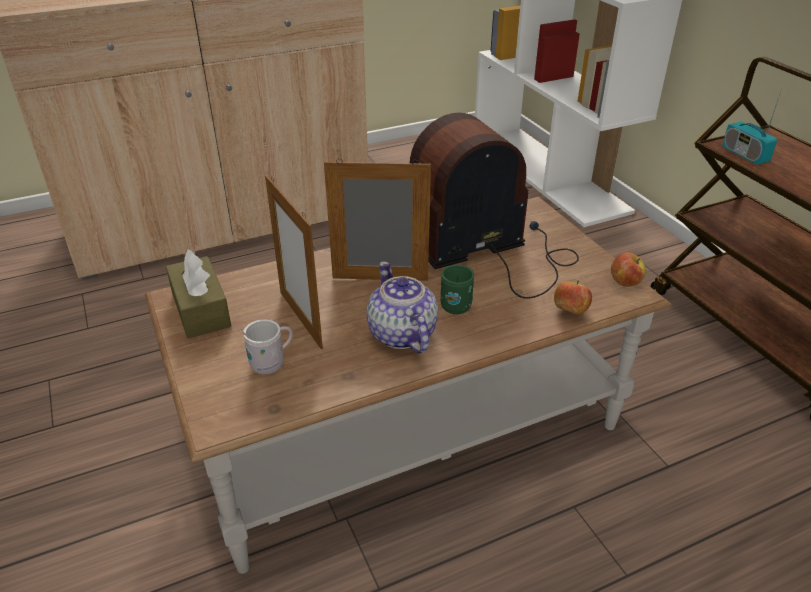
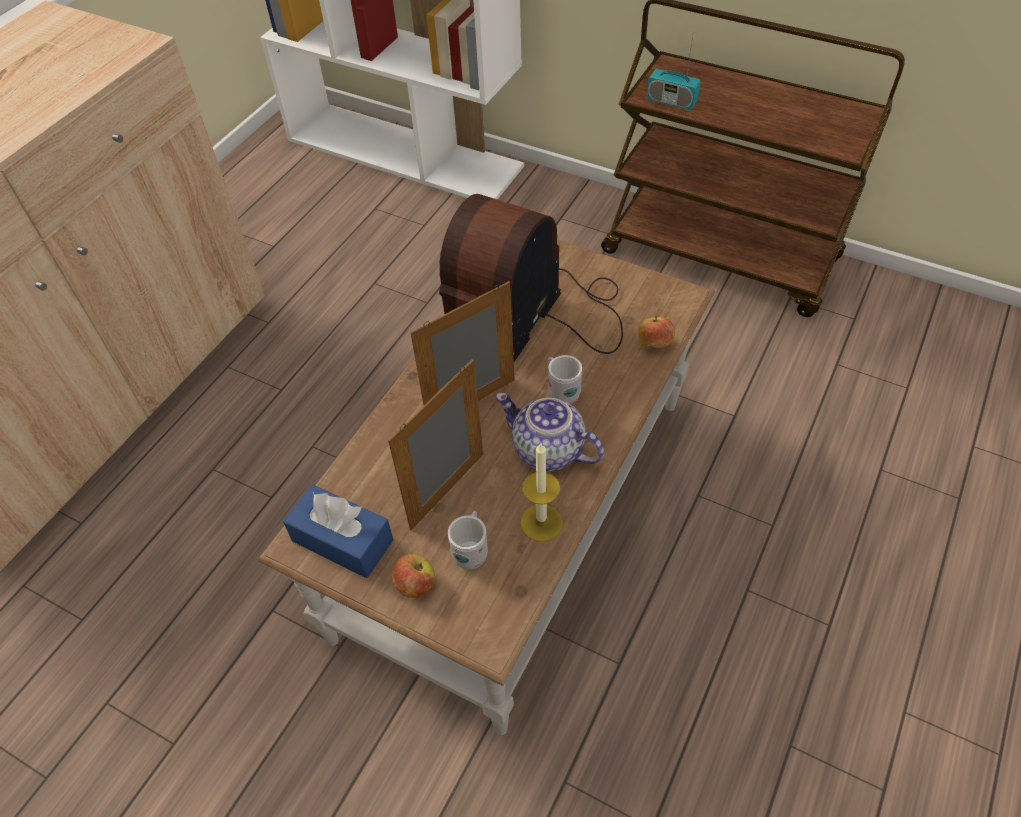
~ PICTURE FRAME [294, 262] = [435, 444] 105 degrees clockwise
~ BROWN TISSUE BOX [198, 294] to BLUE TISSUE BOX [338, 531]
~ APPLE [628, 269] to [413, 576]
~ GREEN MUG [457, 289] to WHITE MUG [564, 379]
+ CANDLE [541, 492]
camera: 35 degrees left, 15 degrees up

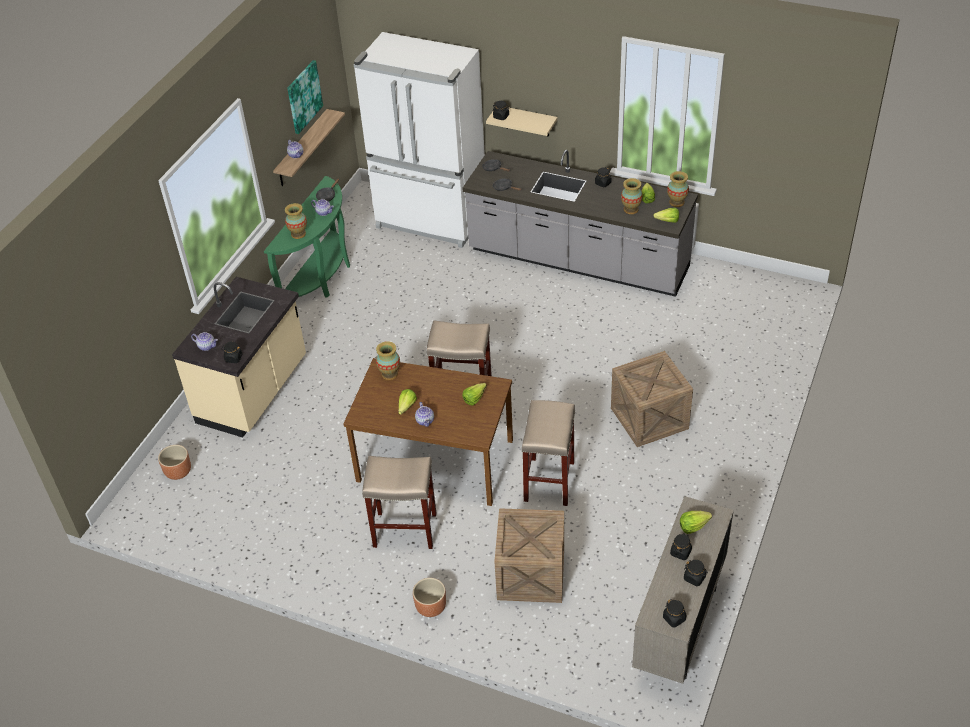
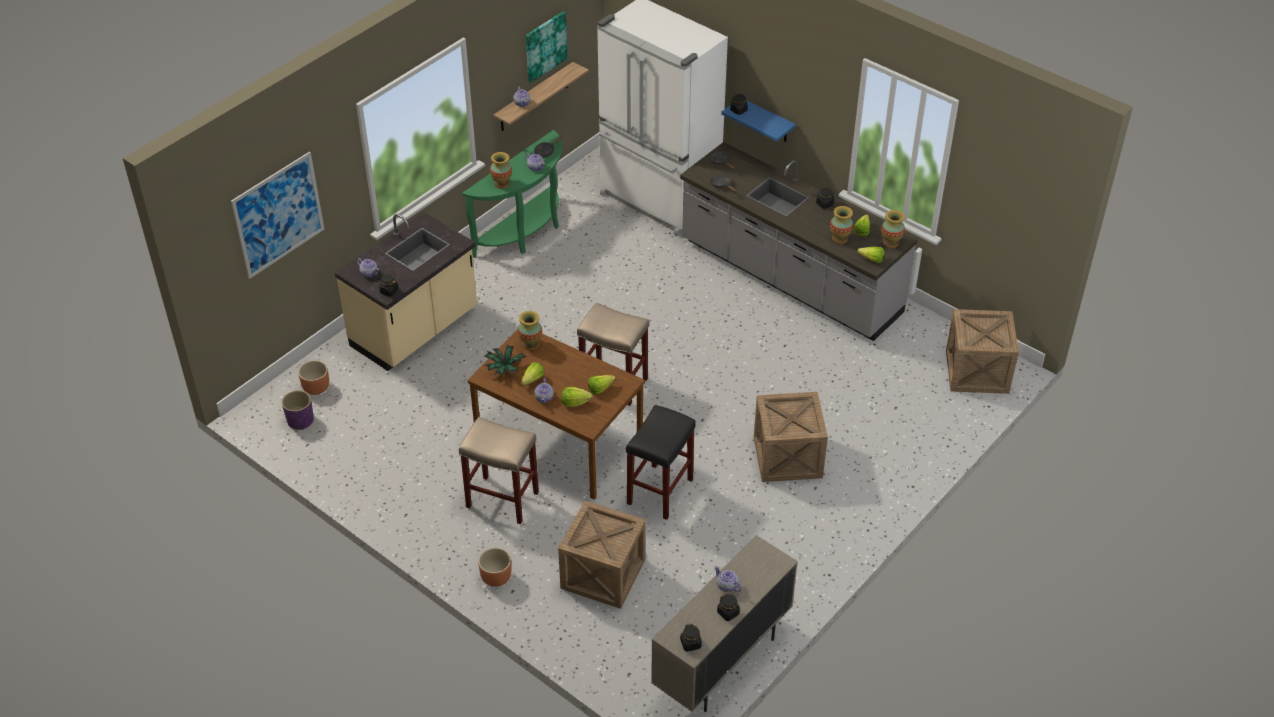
~ BEIGE SHELF [521, 122] to BLUE SHELF [758, 121]
~ BEIGE STOOL [548, 453] to BLACK STOOL [661, 462]
~ LETTUCE [696, 522] to [577, 397]
~ BLACK JAR [681, 547] to TEAPOT [728, 579]
+ PICTURE [277, 215]
+ CRATE [982, 351]
+ POTTED PLANT [505, 360]
+ PURPLE PLANTER [298, 410]
camera: 15 degrees right, 0 degrees up

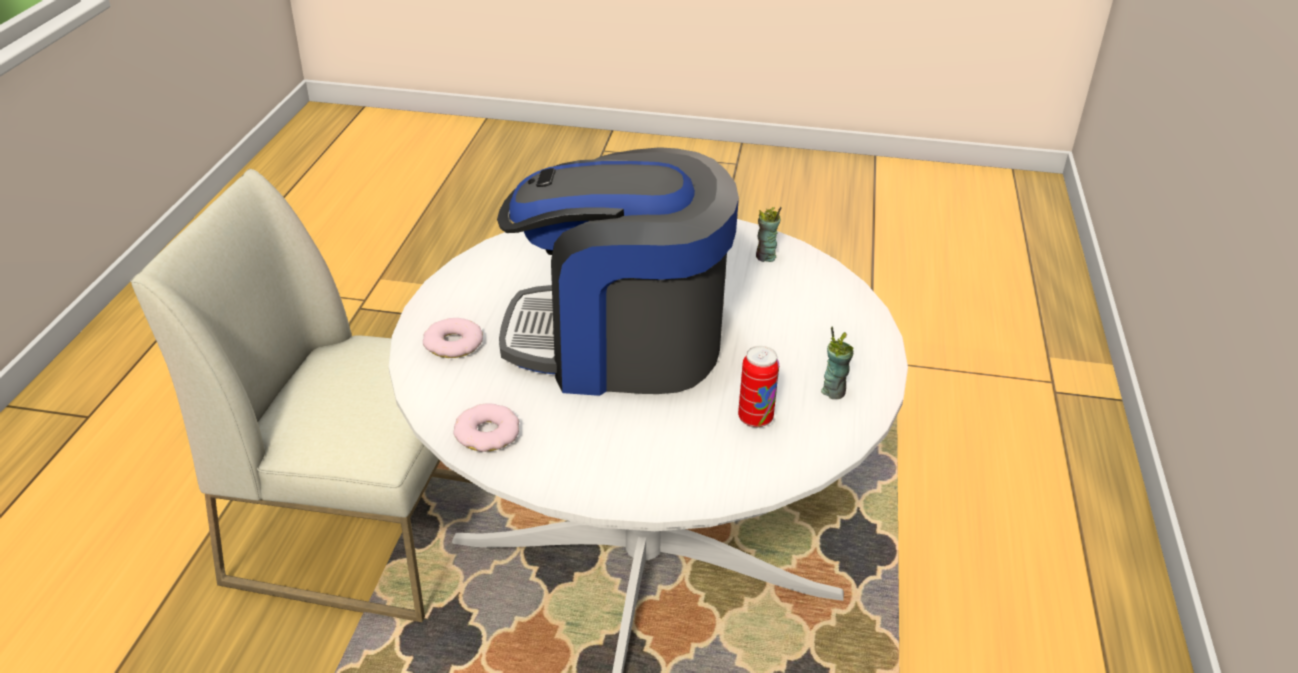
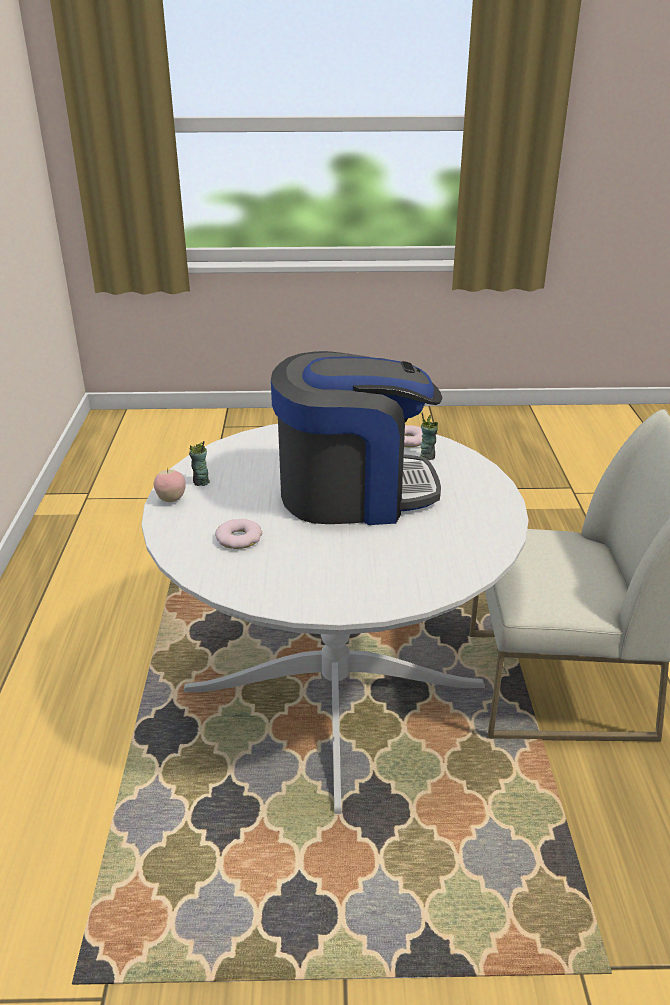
~ CUP [769, 234] to [429, 436]
~ DONUT [453, 338] to [238, 534]
- CAN [758, 387]
+ APPLE [170, 484]
camera: 170 degrees right, 5 degrees down

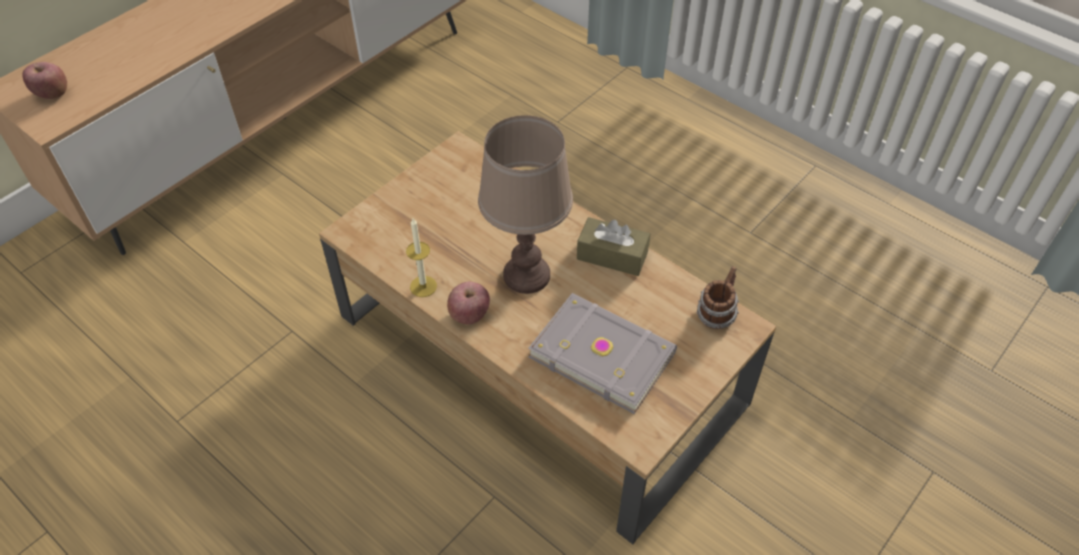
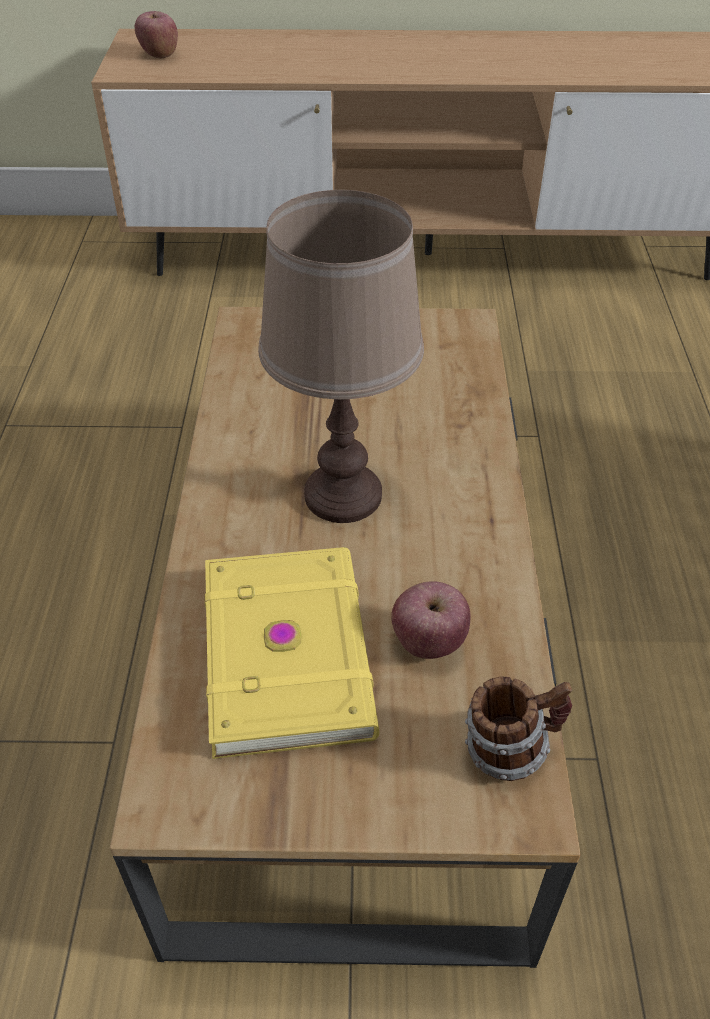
- BROWN TISSUE BOX [613, 246]
- CANDLE [421, 257]
~ APPLE [468, 303] to [430, 620]
~ GREY BOOK [602, 353] to YELLOW BOOK [292, 653]
camera: 50 degrees right, 5 degrees down

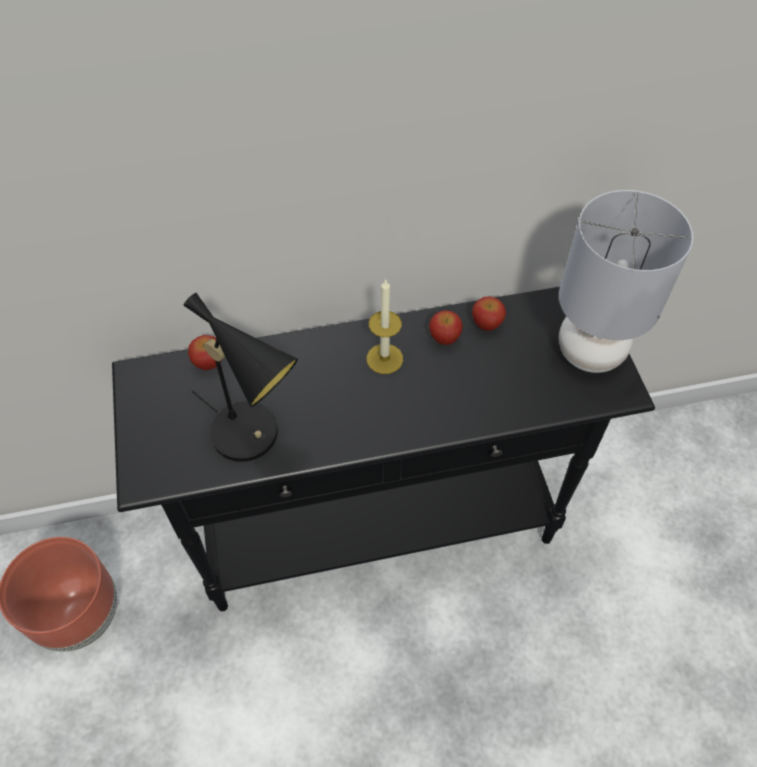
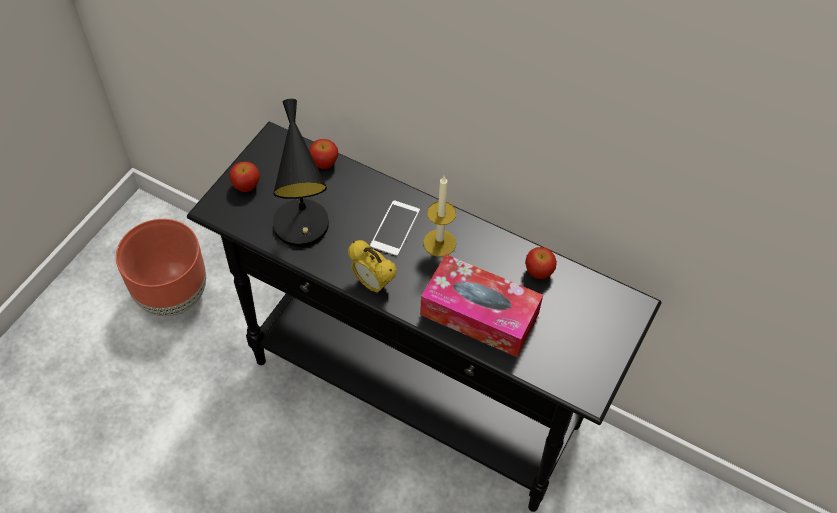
- GREY TABLE LAMP [626, 281]
~ APPLE [446, 327] to [244, 177]
+ PHONE [395, 228]
+ ALARM CLOCK [372, 267]
+ TISSUE BOX [481, 305]
camera: 40 degrees right, 0 degrees up

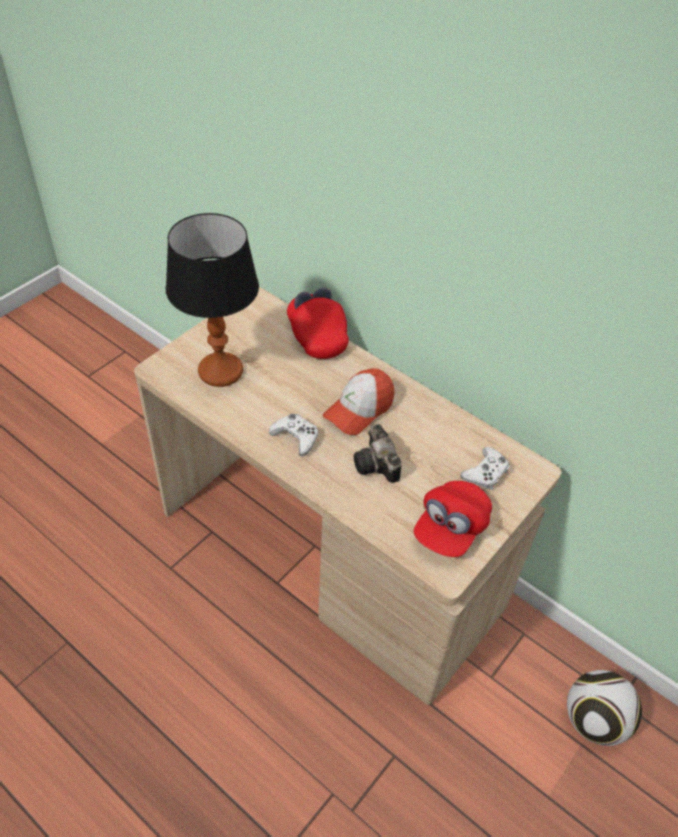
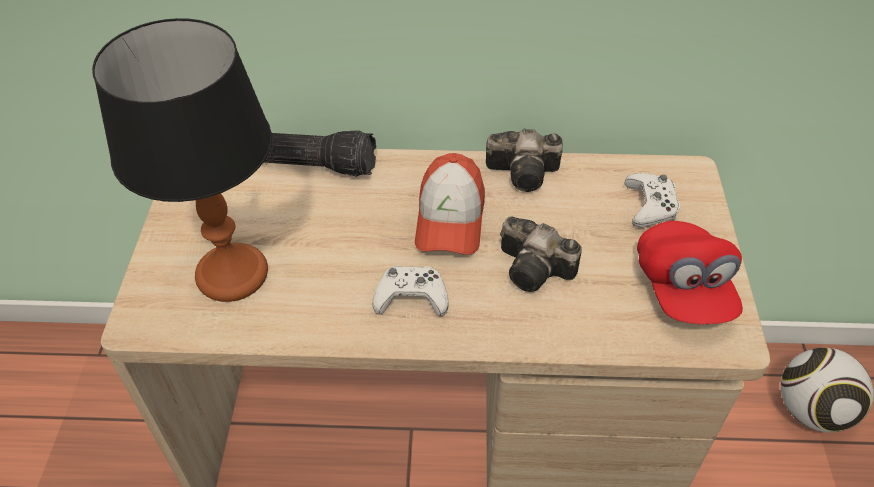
~ RED CAP [318, 323] to FLASHLIGHT [320, 153]
+ PHOTO CAMERA [524, 160]
camera: 35 degrees left, 0 degrees up

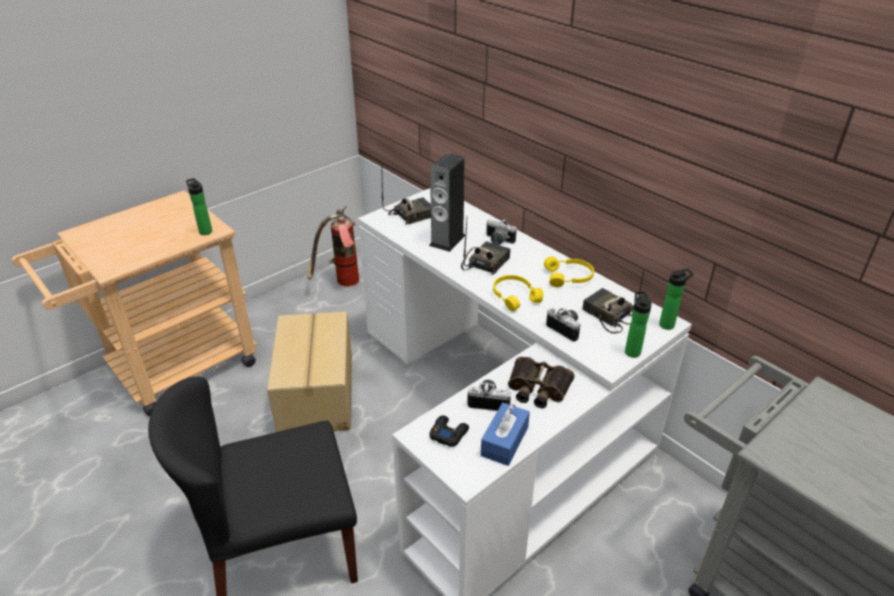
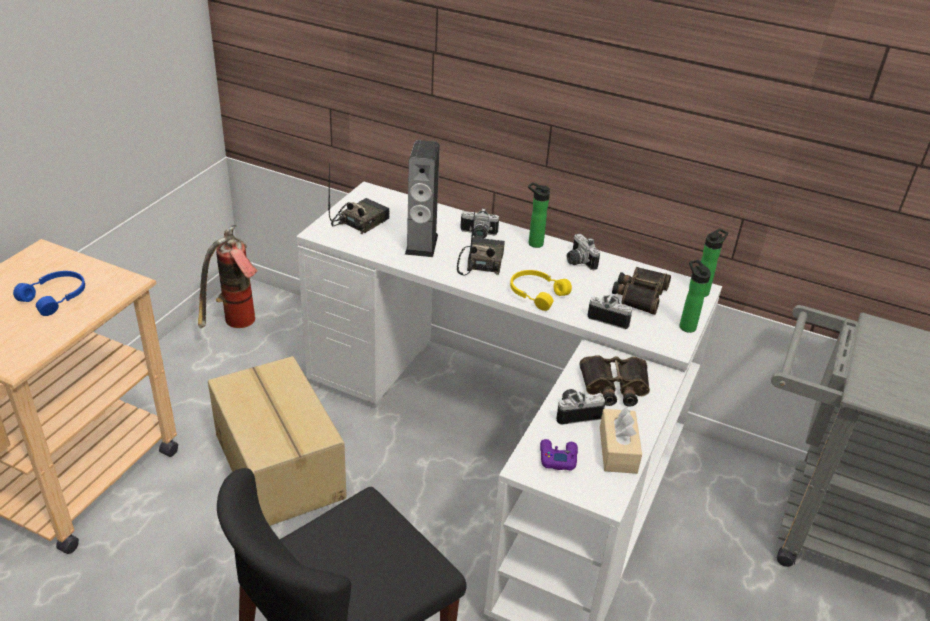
~ BOTTLE [199, 206] to [539, 215]
~ YELLOW HEADPHONES [569, 271] to PHOTO CAMERA [583, 252]
~ RADIO [613, 302] to BINOCULARS [641, 291]
~ BLUE TISSUE BOX [505, 434] to BEIGE TISSUE BOX [621, 440]
~ BLACK GAME CONTROLLER [449, 431] to PURPLE GAME CONTROLLER [559, 455]
+ BLUE HEADPHONES [49, 293]
camera: 25 degrees left, 0 degrees up

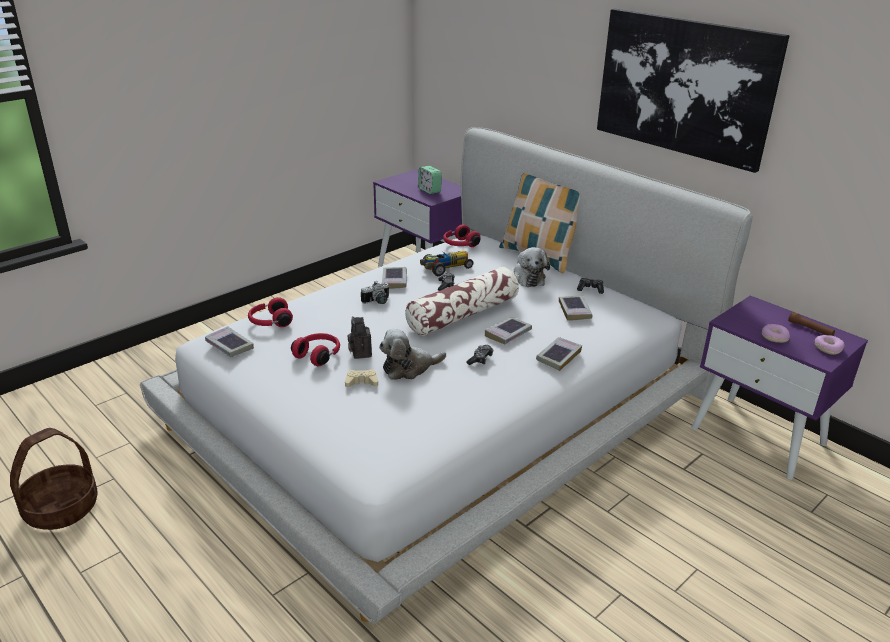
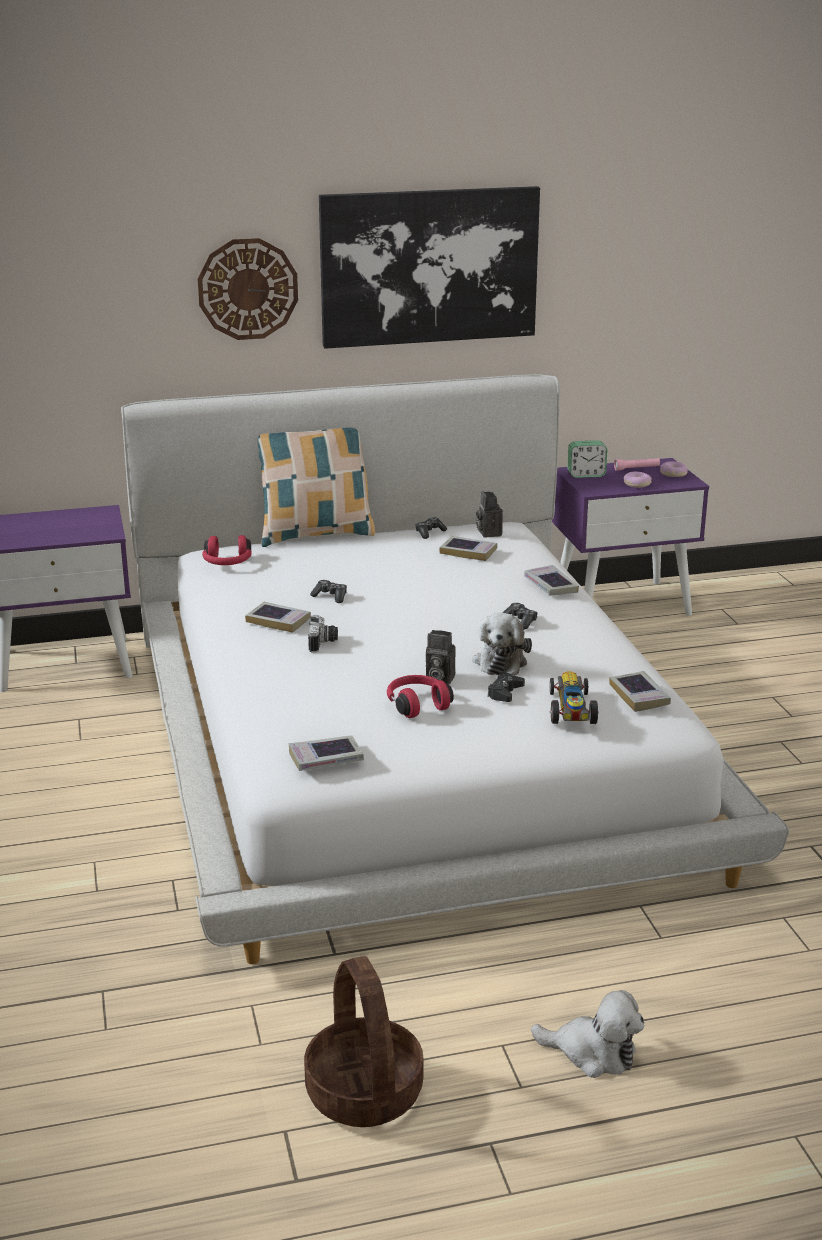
~ ALARM CLOCK [430, 180] to [587, 459]
~ PLUSH TOY [532, 267] to [587, 1034]
~ TOY CAR [446, 263] to [574, 697]
- PILLOW [462, 301]
- RED HEADPHONES [270, 312]
~ BROWN FLASHLIGHT [811, 324] to PINK FLASHLIGHT [637, 464]
~ BOOK [508, 330] to [640, 691]
~ BEIGE GAME CONTROLLER [361, 378] to BLACK GAME CONTROLLER [506, 687]
+ WALL CLOCK [248, 289]
+ PHOTO CAMERA [489, 514]
camera: 60 degrees left, 5 degrees down

